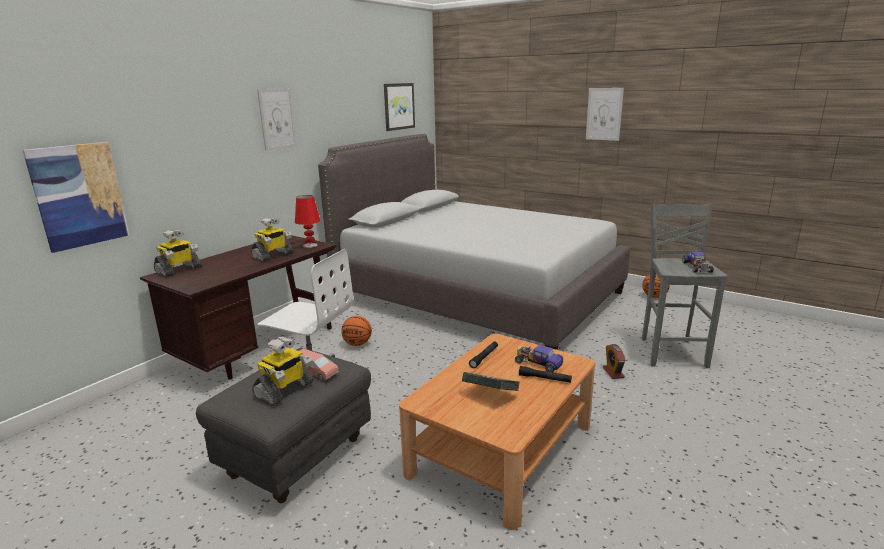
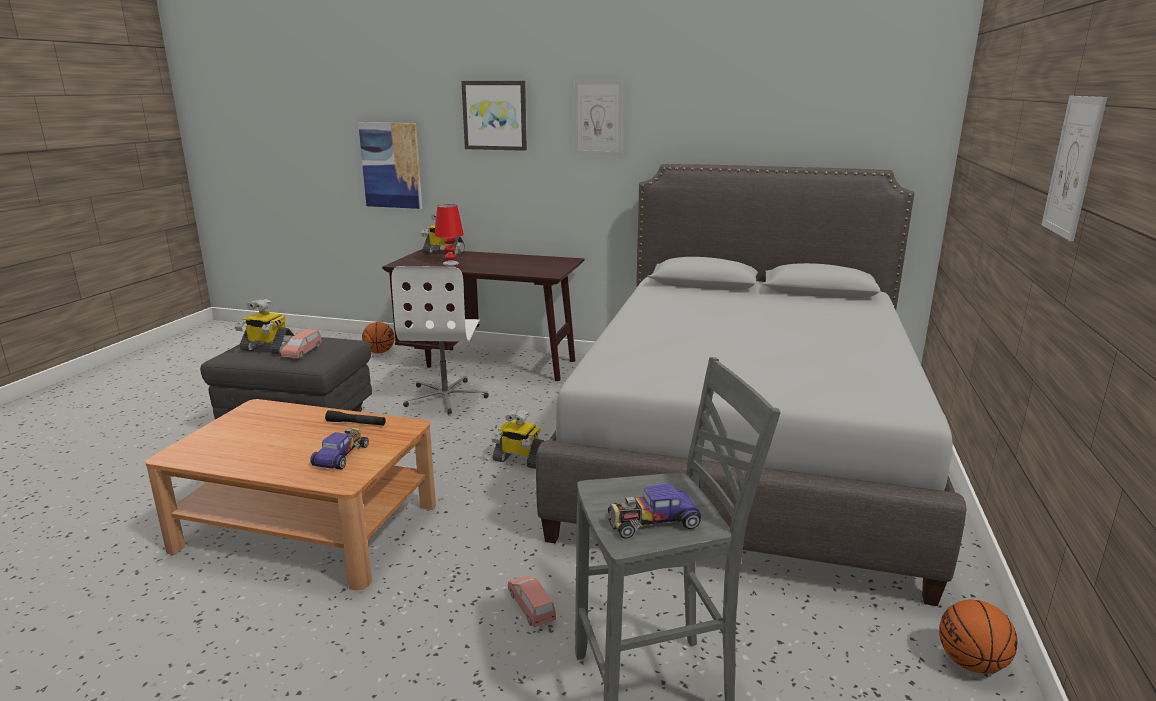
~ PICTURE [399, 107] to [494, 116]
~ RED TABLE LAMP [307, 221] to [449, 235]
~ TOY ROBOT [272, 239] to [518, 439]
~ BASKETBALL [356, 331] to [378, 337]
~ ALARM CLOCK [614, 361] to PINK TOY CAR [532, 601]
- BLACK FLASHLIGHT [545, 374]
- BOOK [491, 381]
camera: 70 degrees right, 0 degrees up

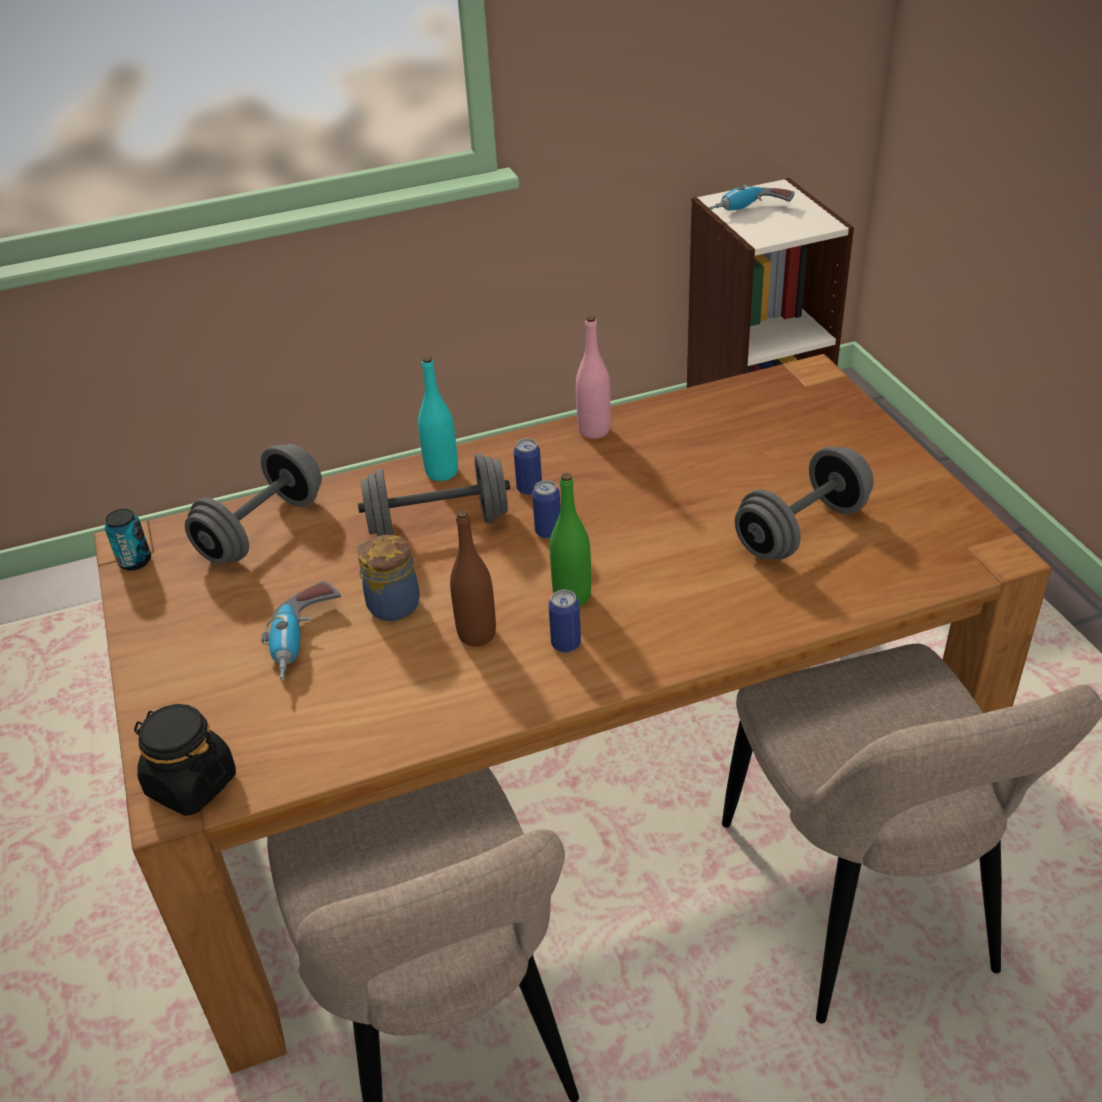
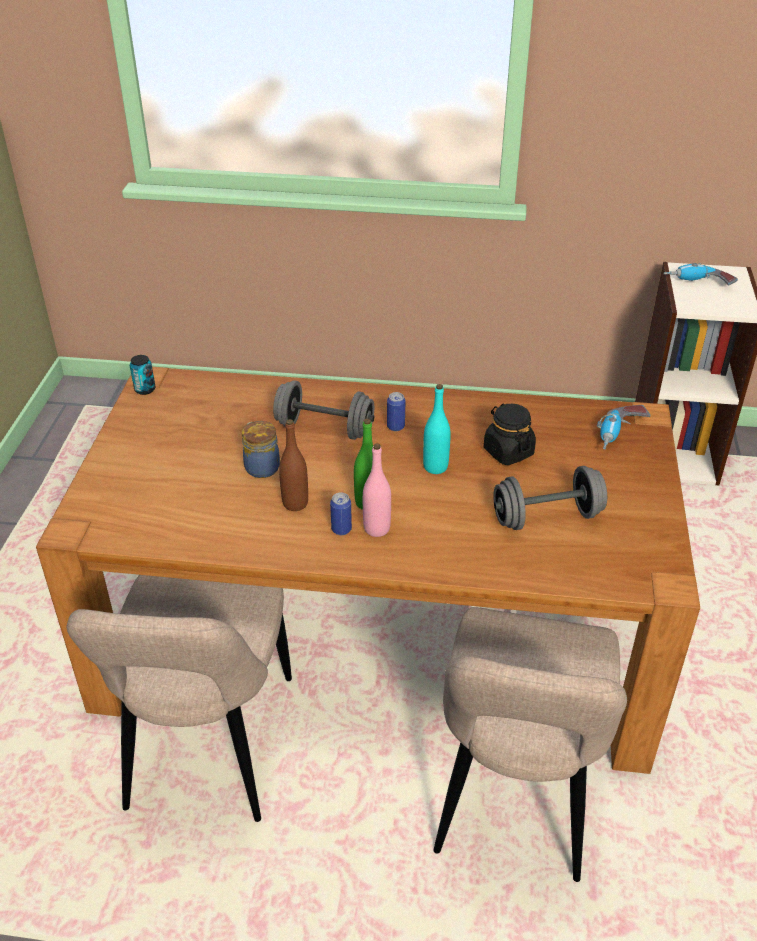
~ PINK BOTTLE [593, 377] to [377, 490]
~ TURQUOISE BOTTLE [438, 418] to [437, 429]
- GREY DUMBBELL [253, 504]
- CAN [546, 509]
~ POWER DRILL [301, 630] to [623, 427]
~ BLACK JAR [185, 760] to [510, 434]
camera: 25 degrees right, 0 degrees up

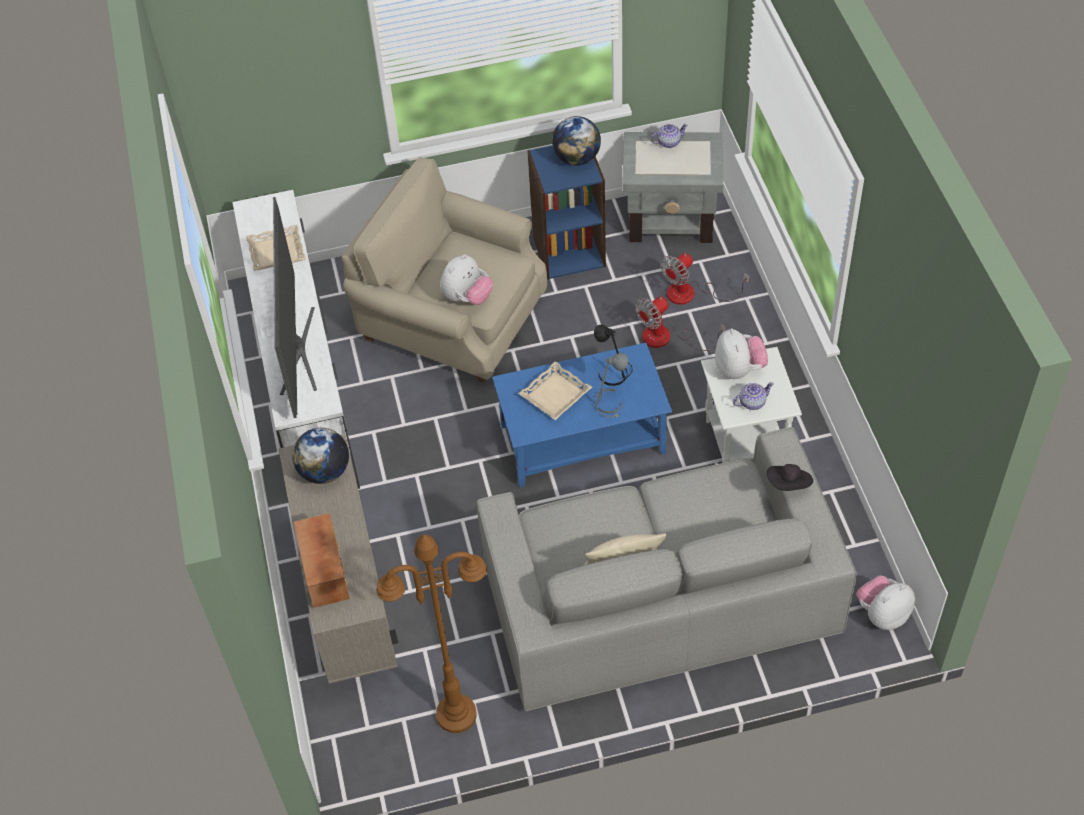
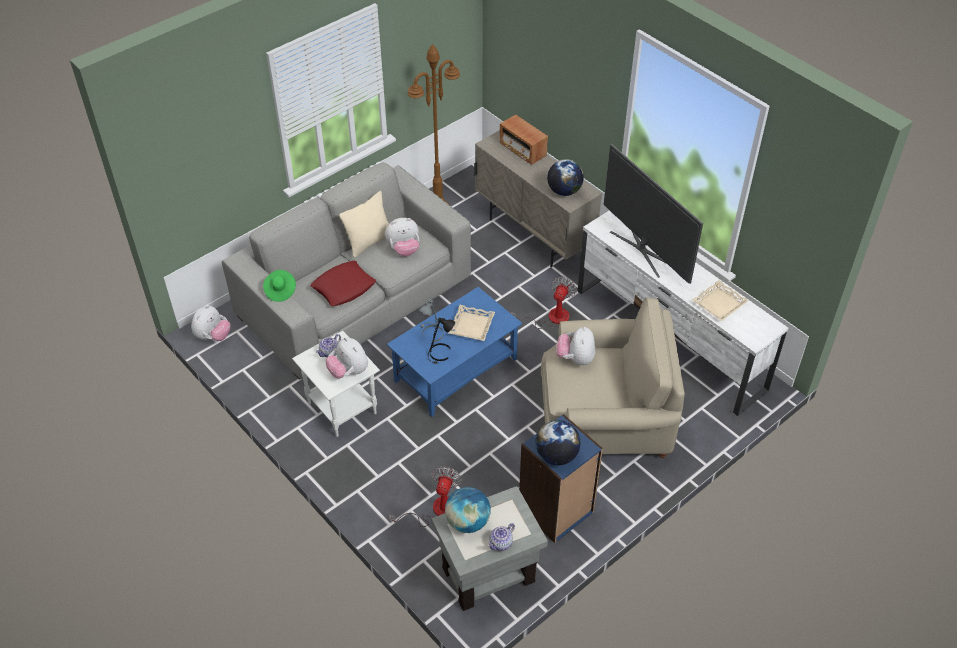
~ FAN [680, 323] to [543, 303]
~ BLACK HAT [790, 477] to GREEN HAT [279, 286]
+ PLUSH TOY [402, 237]
+ RED PILLOW [343, 283]
+ GLOBE [468, 510]
camera: 150 degrees right, 5 degrees down

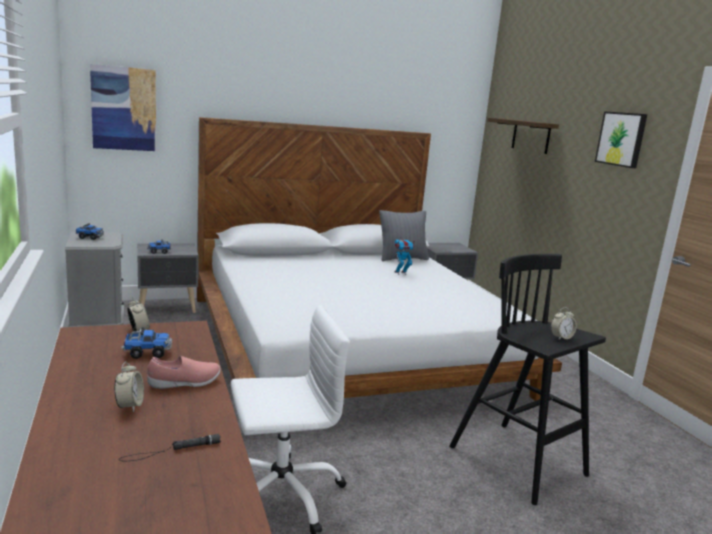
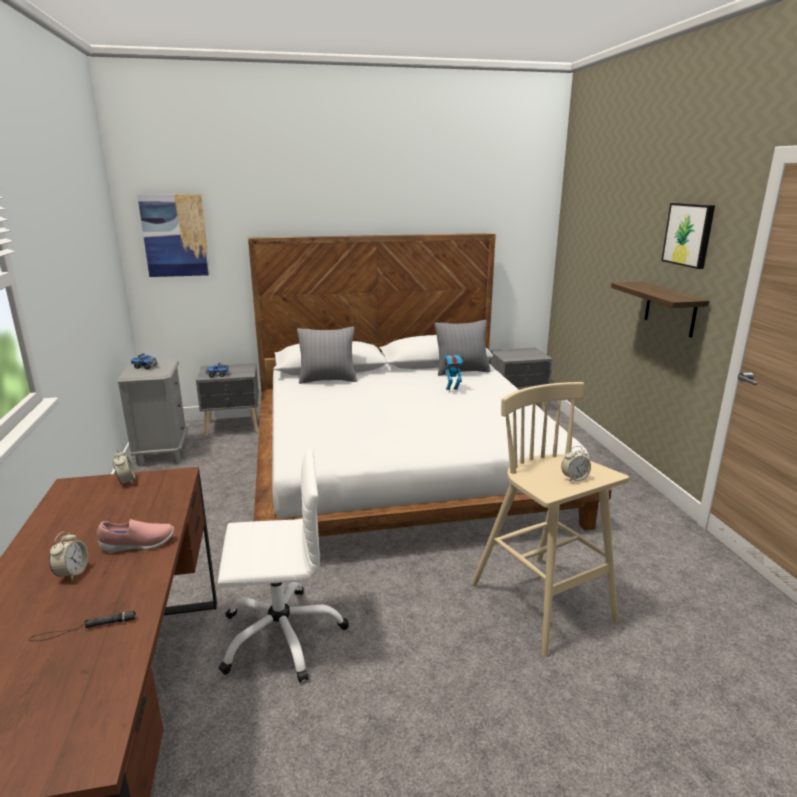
~ SHELF [523, 136] to [660, 309]
~ BLACK STOOL [527, 379] to BEIGE STOOL [550, 519]
- TOY TRUCK [146, 343]
+ GREY PILLOW [327, 355]
camera: 10 degrees right, 5 degrees up

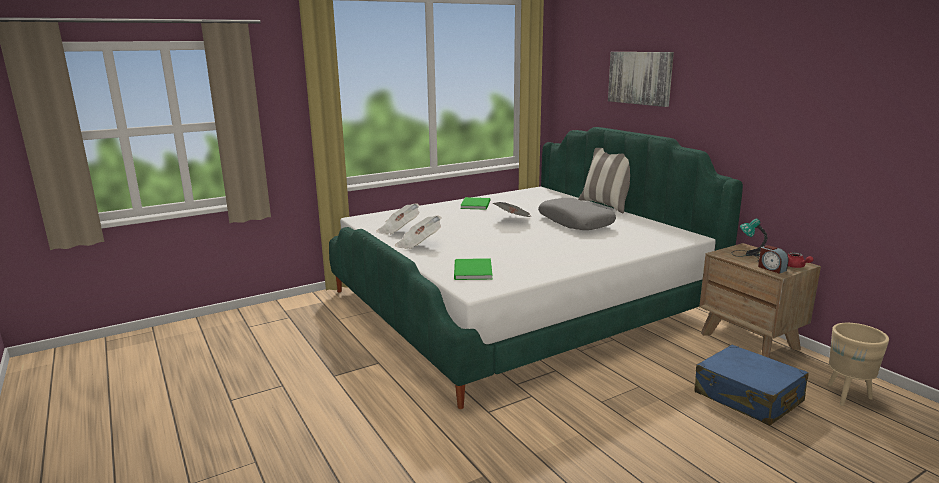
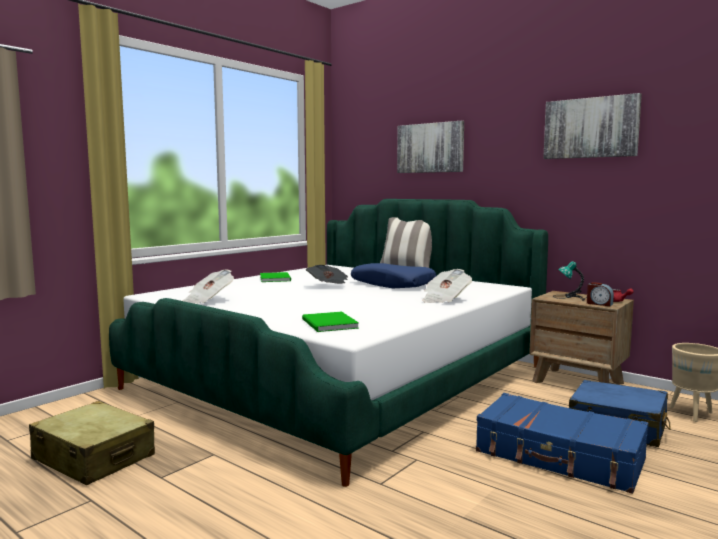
~ GREY PILLOW [577, 214] to BLUE PILLOW [393, 275]
~ NEWSPAPER [418, 232] to [447, 286]
+ PICTURE [592, 126]
+ BLUE SUITCASE [562, 443]
+ BEIGE SUITCASE [92, 443]
camera: 20 degrees left, 10 degrees down

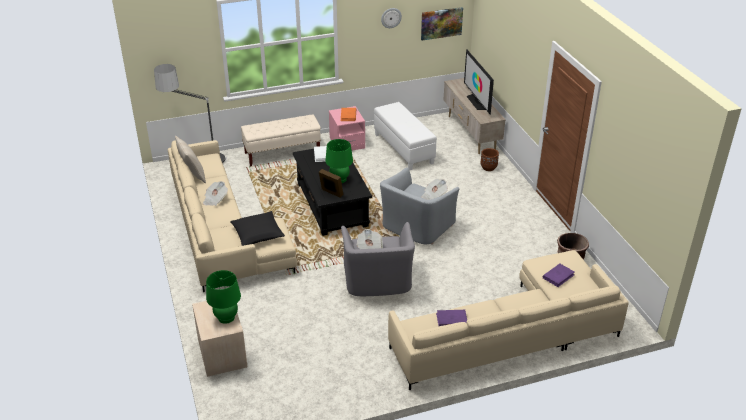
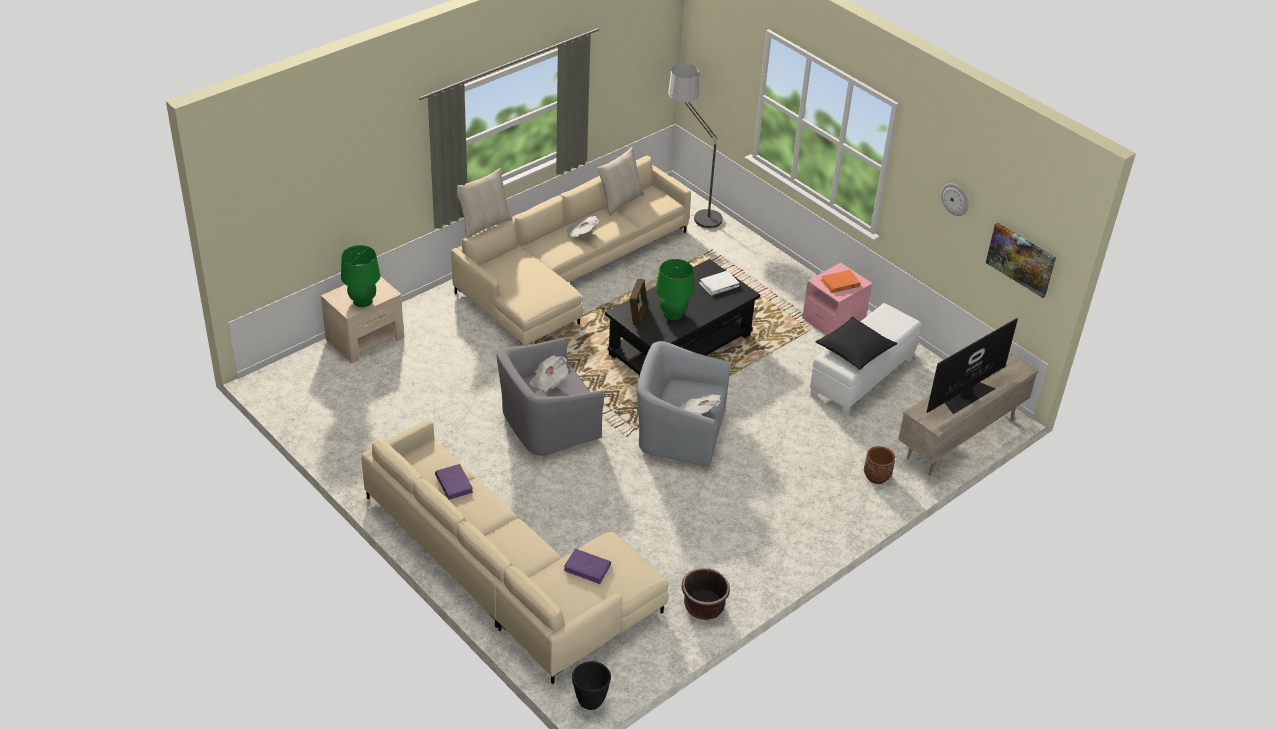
- BEIGE BENCH [281, 140]
~ BLACK PILLOW [257, 228] to [856, 343]
+ BEIGE PILLOW [485, 203]
+ BLACK PLANTER [591, 685]
camera: 65 degrees right, 5 degrees up

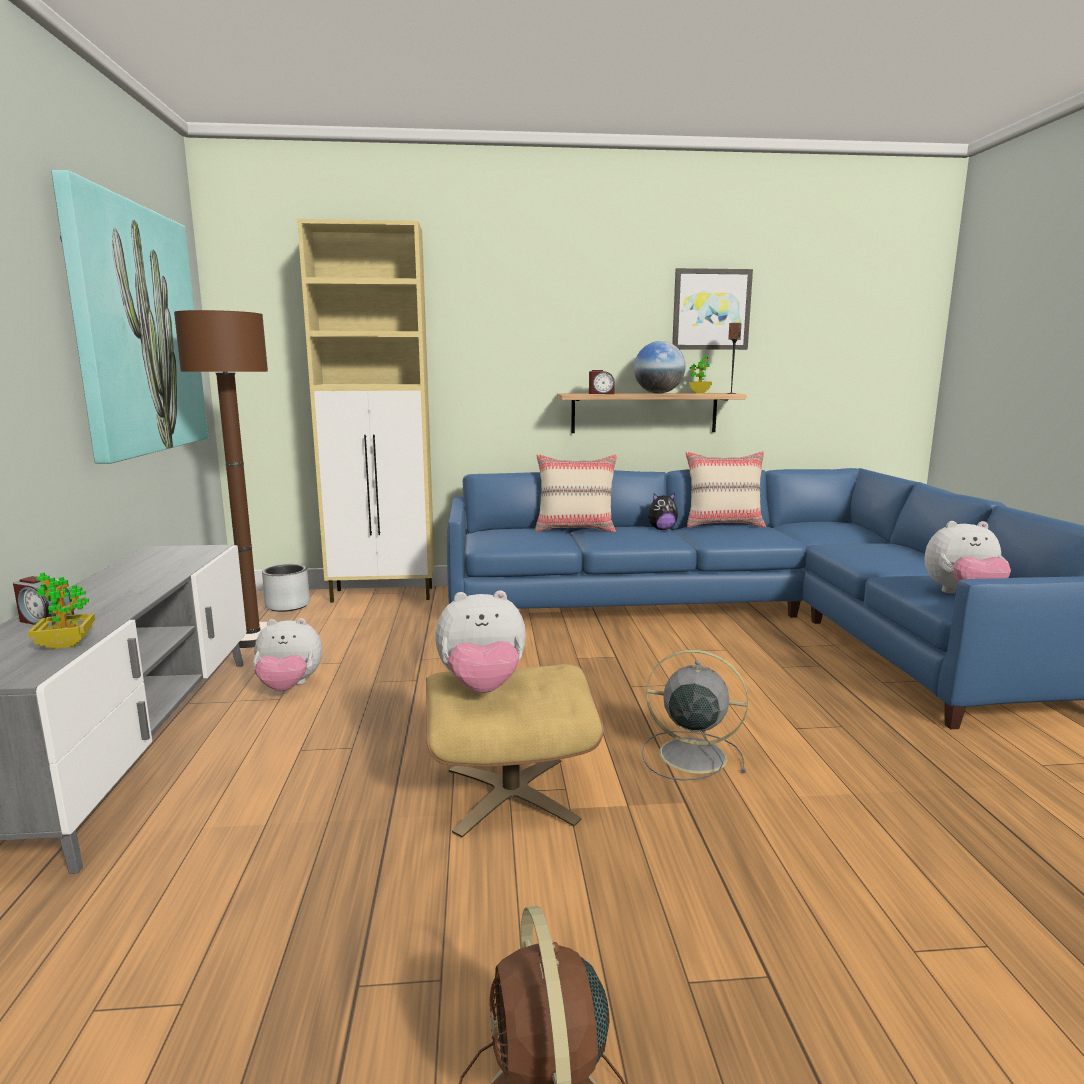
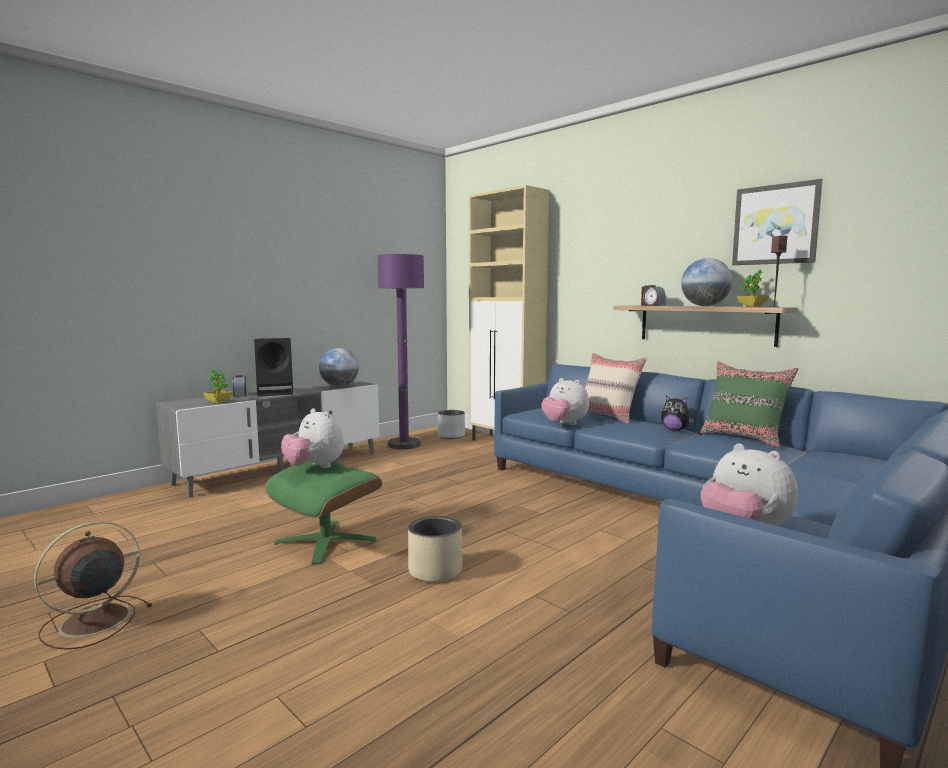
- PICTURE [129, 317]
~ BROWN FLOOR LAMP [221, 479] to PURPLE FLOOR LAMP [400, 351]
~ BEIGE PILLOW [725, 489] to GREEN PILLOW [749, 404]
~ PLUSH TOY [287, 654] to [565, 401]
~ GREY FAN [695, 715] to BEIGE PLANTER [435, 549]
~ BEIGE OTTOMAN [515, 751] to GREEN OTTOMAN [323, 512]
+ BLACK SPEAKER [273, 367]
+ GLOBE [339, 367]
camera: 50 degrees right, 5 degrees down

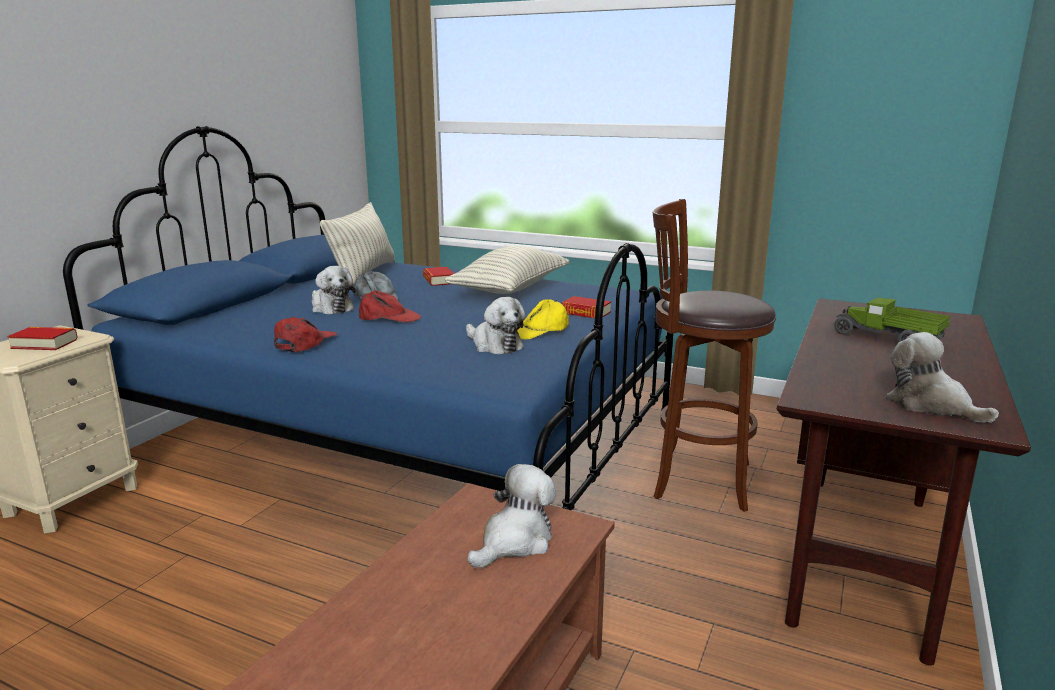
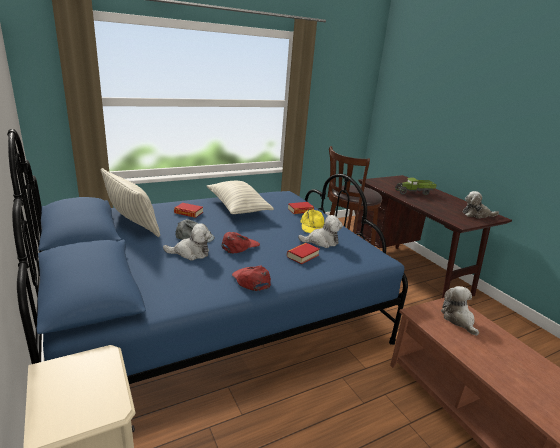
~ BOOK [42, 338] to [303, 253]
camera: 55 degrees left, 5 degrees up

